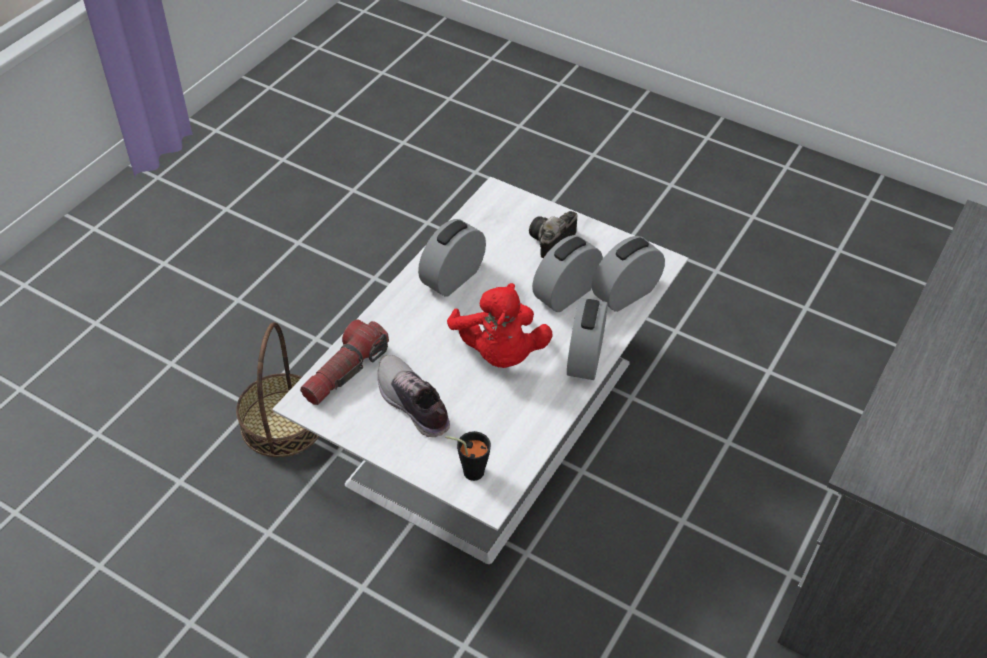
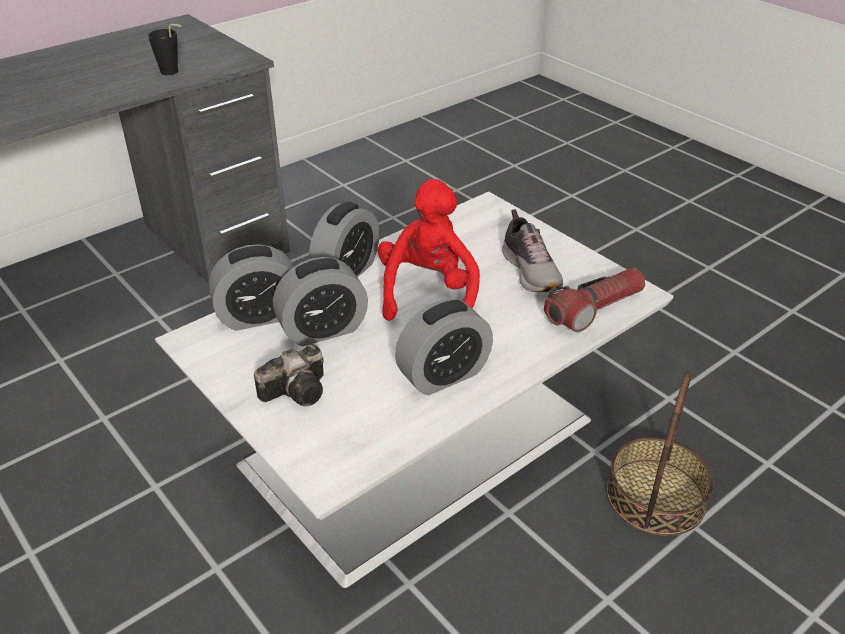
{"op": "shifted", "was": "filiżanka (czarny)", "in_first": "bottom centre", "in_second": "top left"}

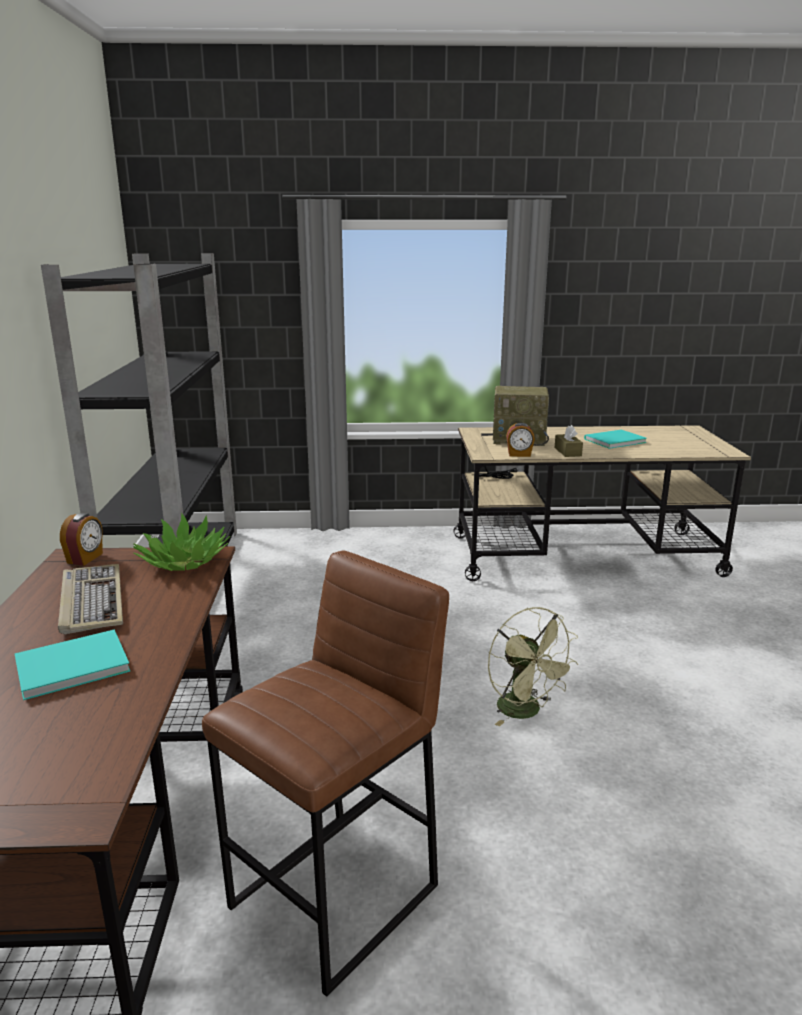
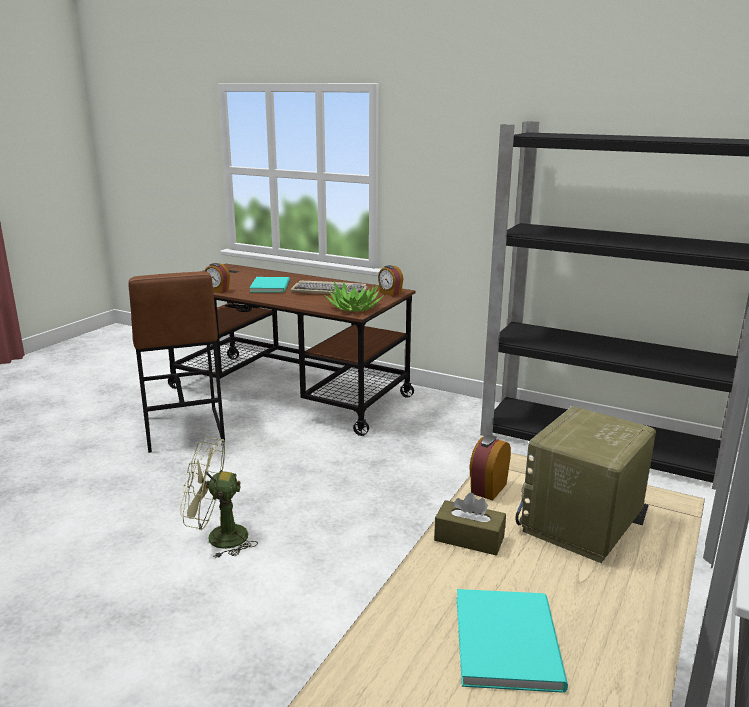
{"op": "new", "now": "budzik (no. 1 from left)", "in_second": "middle left"}

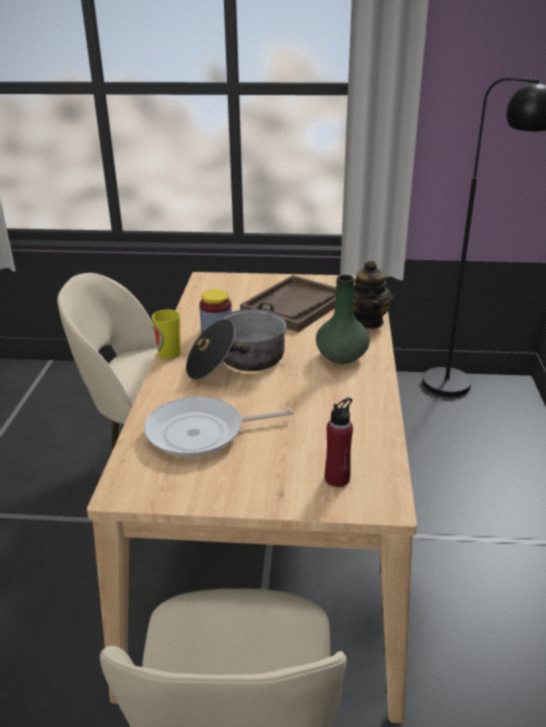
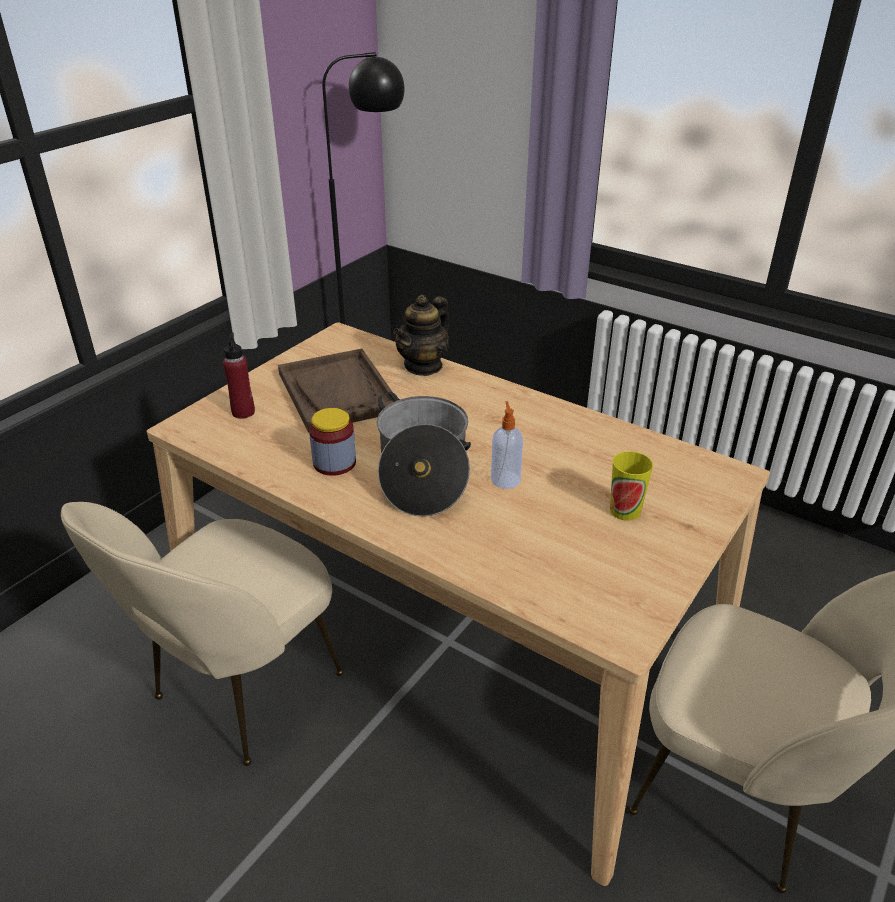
{"op": "gone", "was": "patelnia", "in_first": "centre"}
{"op": "shifted", "was": "filiżanka", "in_first": "middle left", "in_second": "middle right"}
{"op": "gone", "was": "wazon (zielony)", "in_first": "centre"}
{"op": "shifted", "was": "butelka (czerwony)", "in_first": "centre", "in_second": "middle left"}
{"op": "rotated", "was": "imbryk", "in_first": "middle right", "in_second": "centre", "clockwise": 90}
{"op": "new", "now": "dozownik mydła", "in_second": "centre"}

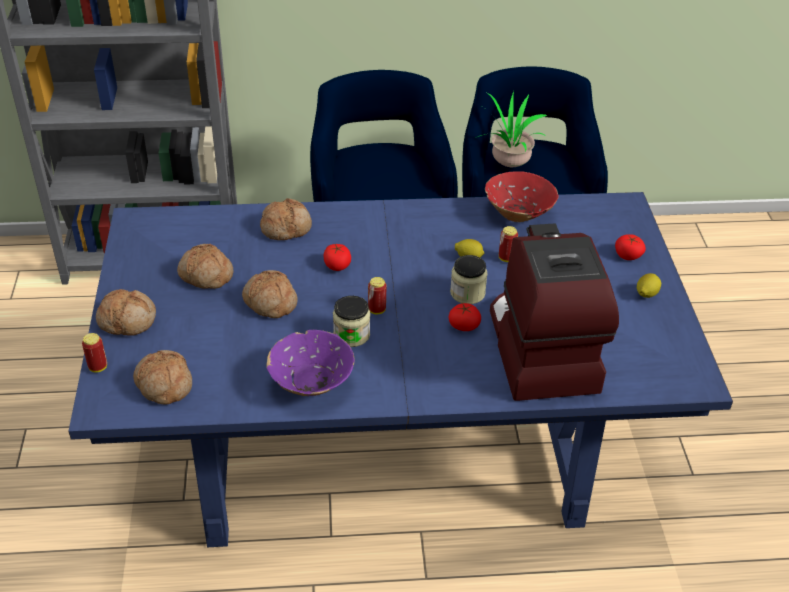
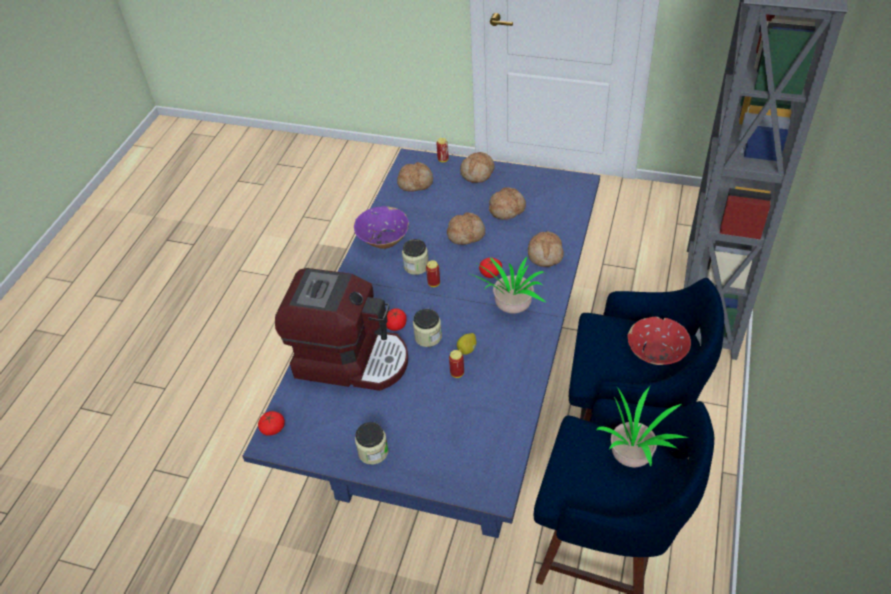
{"op": "shifted", "was": "miska (czerwony)", "in_first": "top centre", "in_second": "middle right"}
{"op": "shifted", "was": "pomidor (no. 3 from left in the first image)", "now": "pomidor (no. 1 from left)", "in_first": "middle right", "in_second": "bottom left"}
{"op": "swapped", "was": "cytryna (no. 2 from left)", "now": "słoik (no. 1 from left)", "in_first": "middle right", "in_second": "bottom centre"}
{"op": "new", "now": "roślina doniczkowa (no. 1 from left)", "in_second": "centre"}

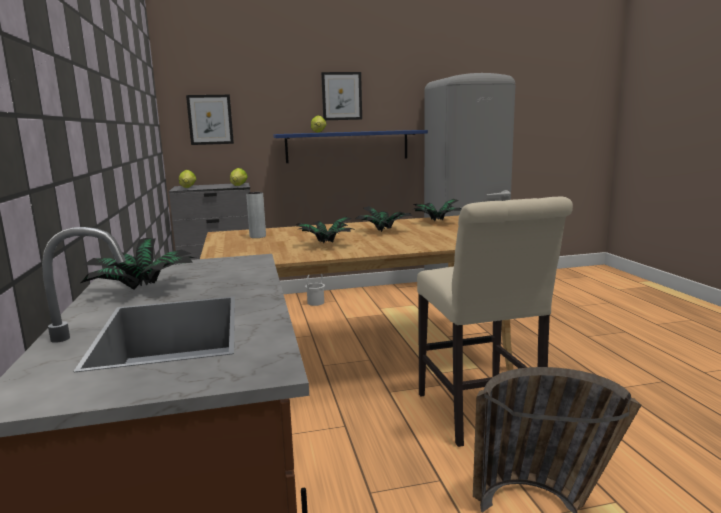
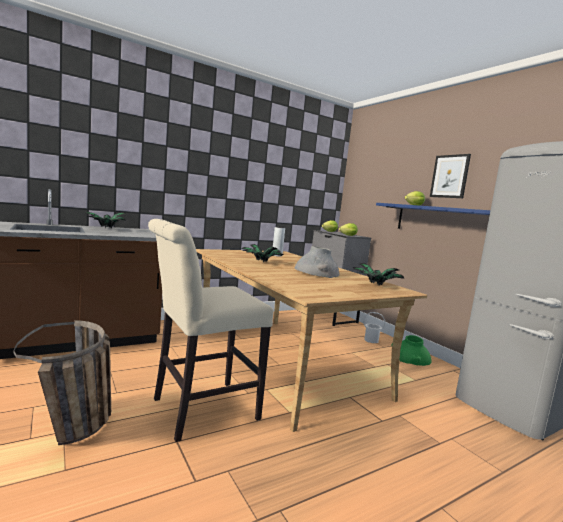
{"op": "gone", "was": "obraz (no. 1 from left)", "in_first": "top left"}
{"op": "swapped", "was": "roślina doniczkowa (no. 3 from left)", "now": "wazon (szary) (no. 2 from left)", "in_first": "centre", "in_second": "centre"}
{"op": "new", "now": "wazon (zielony)", "in_second": "bottom right"}

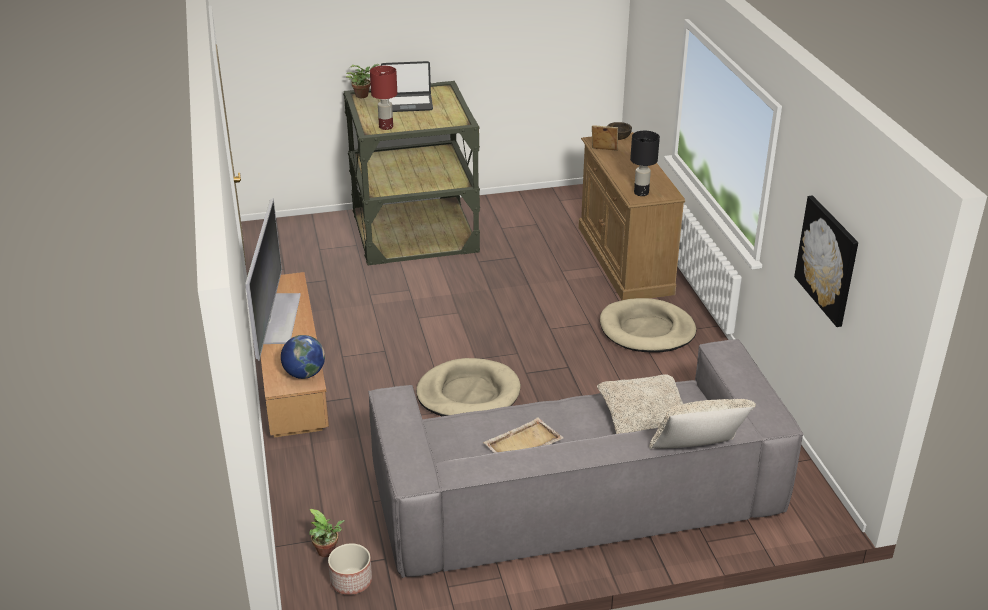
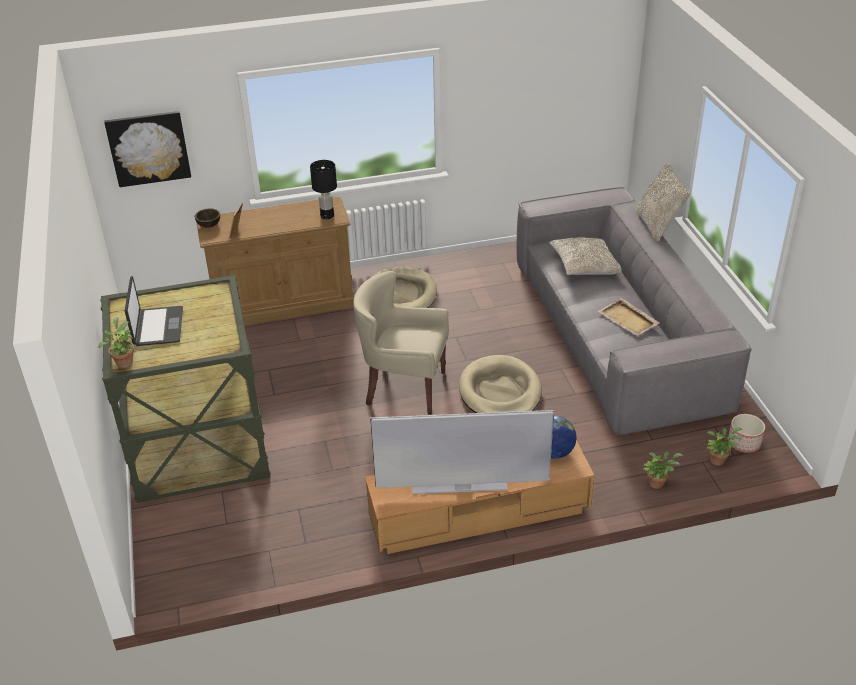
{"op": "gone", "was": "lampa stołowa (czerwony)", "in_first": "top centre"}
{"op": "shifted", "was": "obraz", "in_first": "middle right", "in_second": "top left"}
{"op": "new", "now": "fotel (beżowy)", "in_second": "centre"}
{"op": "new", "now": "roślina doniczkowa (no. 2 from left)", "in_second": "bottom right"}

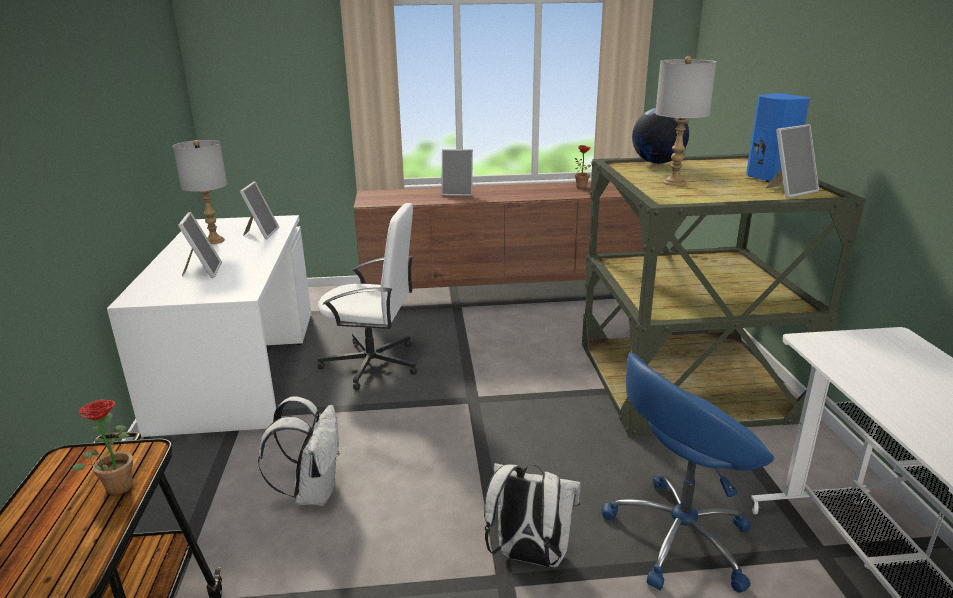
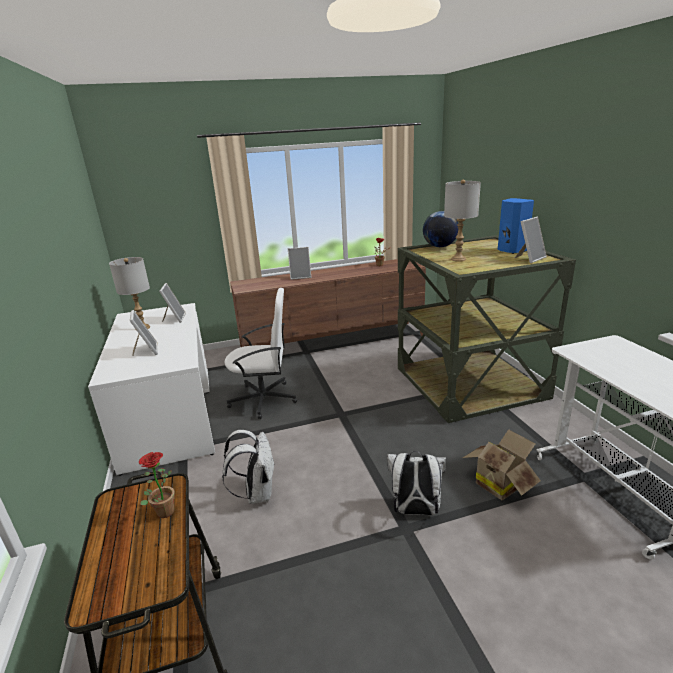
{"op": "swapped", "was": "krzesło biurowe (niebieski)", "now": "karton", "in_first": "bottom right", "in_second": "bottom right"}

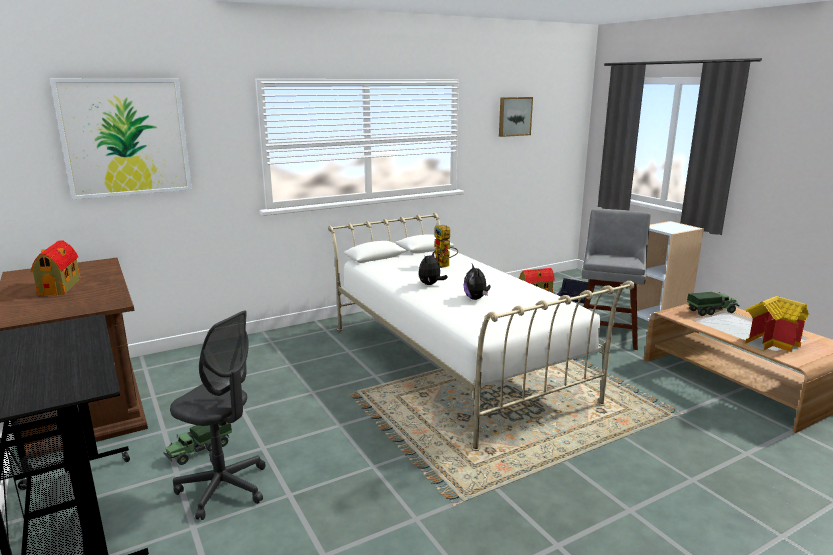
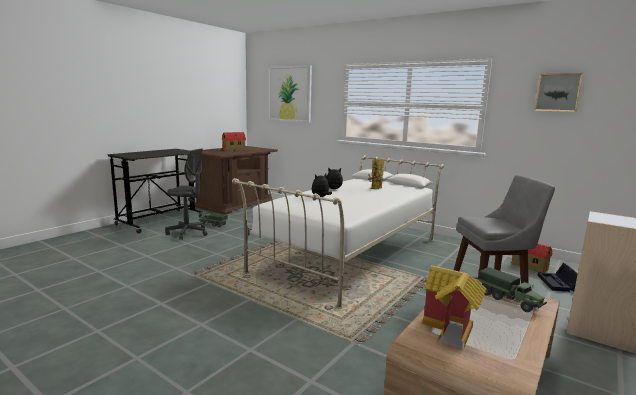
{"op": "rotated", "was": "krzesło biurowe (szary)", "in_first": "bottom left", "in_second": "middle left", "clockwise": -75}

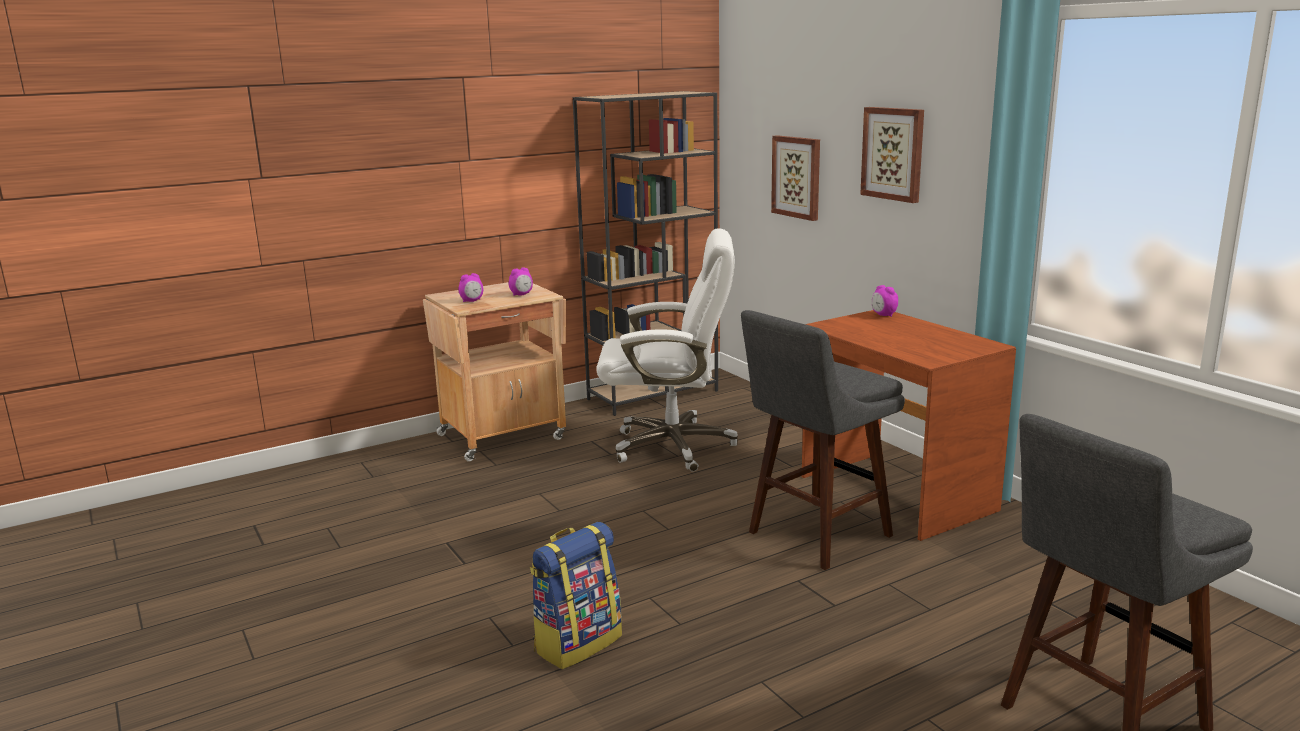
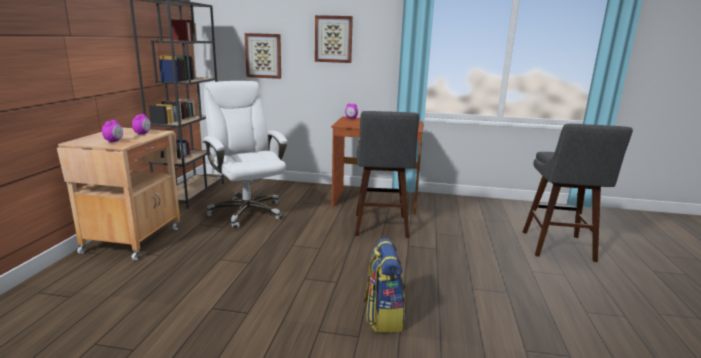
{"op": "rotated", "was": "krzesło biurowe (biały)", "in_first": "centre", "in_second": "centre", "clockwise": -75}

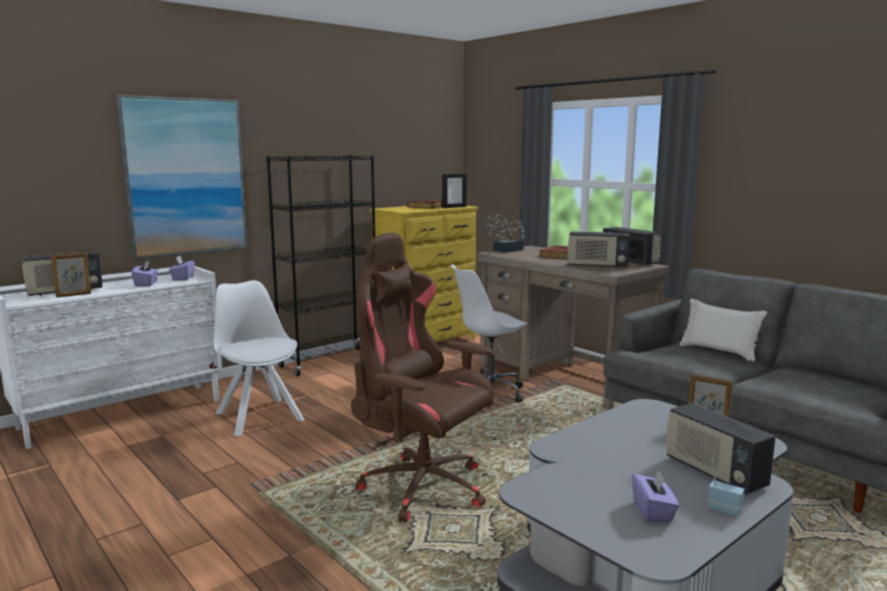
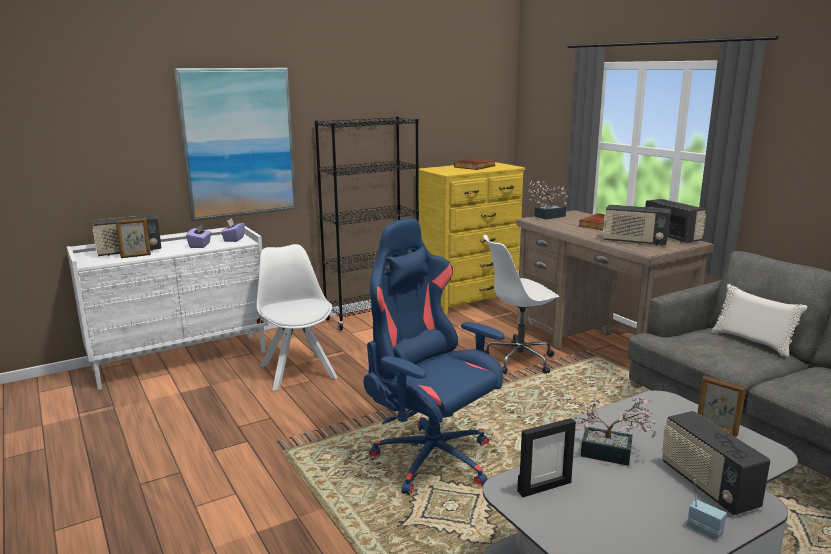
{"op": "repainted", "was": "krzesło biurowe (brązowy)", "now": "krzesło biurowe (niebieski)", "in_first": "centre", "in_second": "centre"}
{"op": "shifted", "was": "ramka na zdjęcie (no. 2 from left)", "in_first": "top centre", "in_second": "bottom centre"}
{"op": "gone", "was": "pudełko chusteczek (fioletowy) (no. 3 from left)", "in_first": "bottom right"}
{"op": "new", "now": "roślina doniczkowa (no. 2 from left)", "in_second": "bottom right"}

